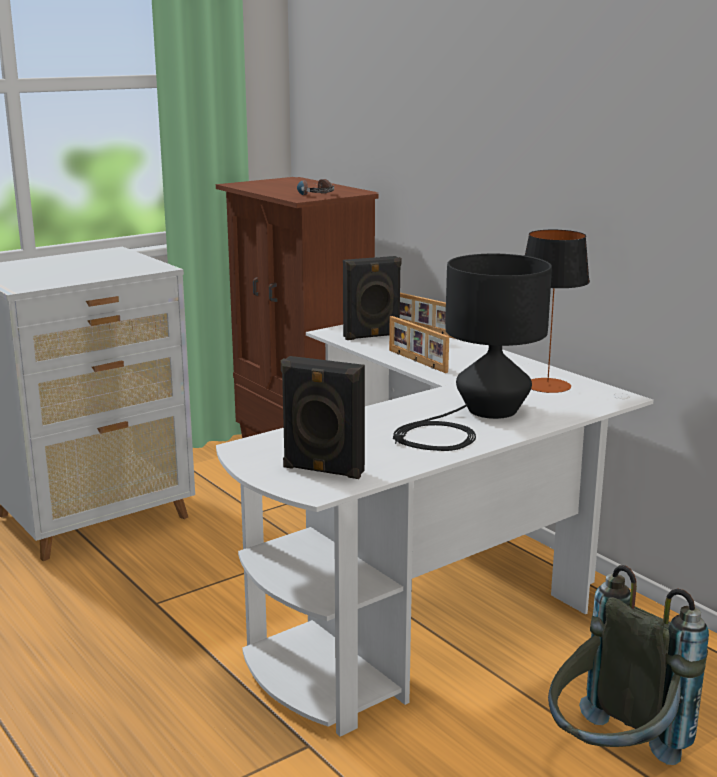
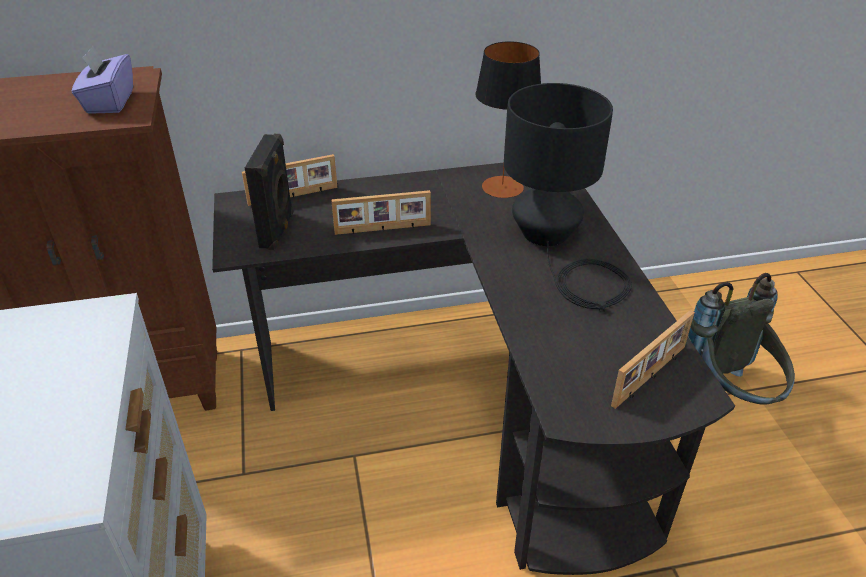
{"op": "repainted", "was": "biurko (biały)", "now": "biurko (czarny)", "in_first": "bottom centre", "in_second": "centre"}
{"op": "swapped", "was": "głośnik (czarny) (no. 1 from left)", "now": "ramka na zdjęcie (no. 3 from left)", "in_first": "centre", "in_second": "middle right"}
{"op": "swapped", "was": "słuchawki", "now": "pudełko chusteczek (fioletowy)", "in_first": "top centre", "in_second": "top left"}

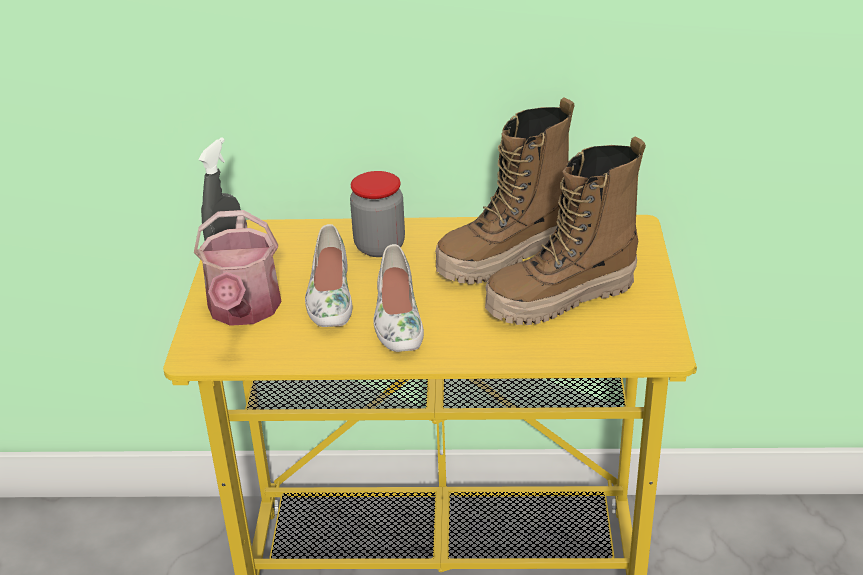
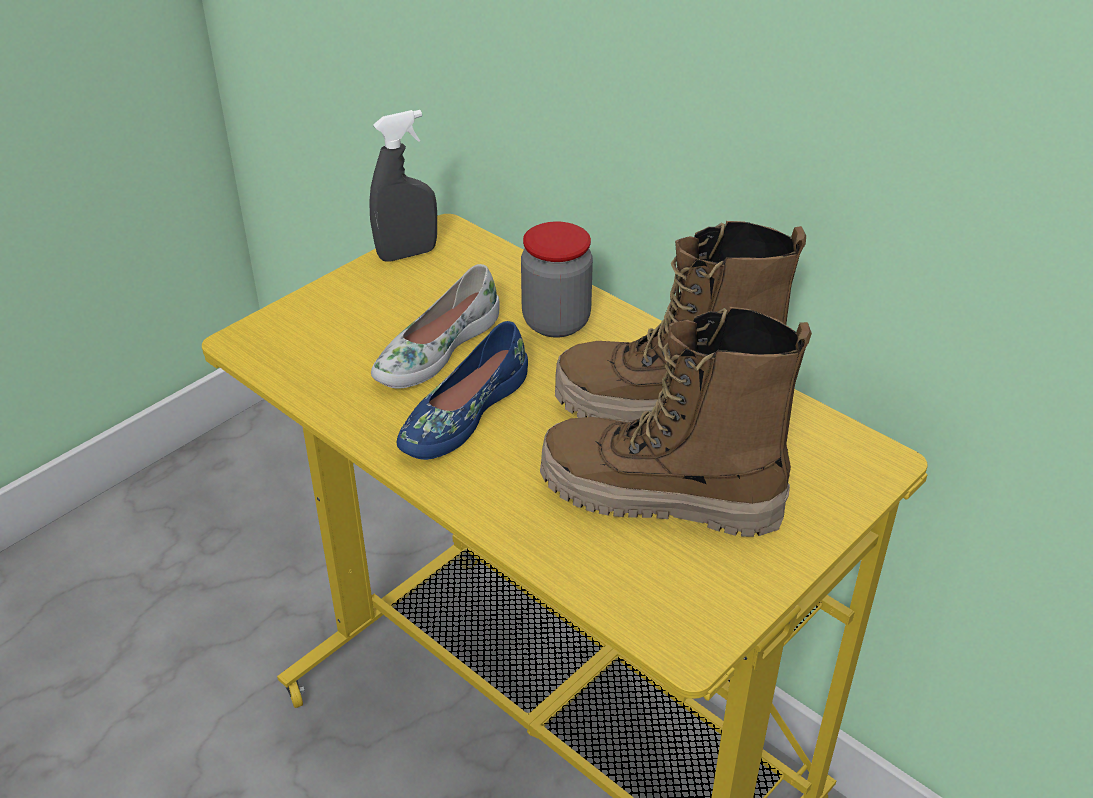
{"op": "gone", "was": "konewka", "in_first": "middle left"}
{"op": "repainted", "was": "but (biały) (no. 2 from left)", "now": "but (niebieski)", "in_first": "centre", "in_second": "centre"}

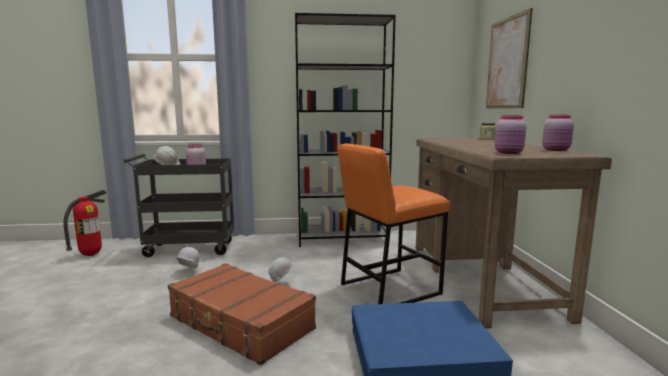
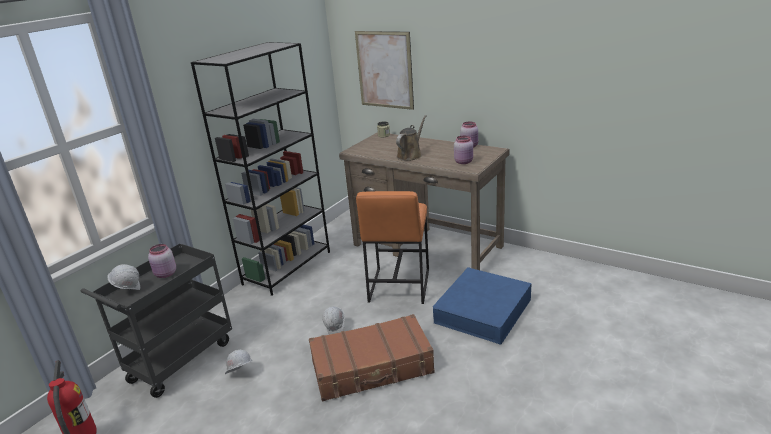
{"op": "new", "now": "konewka (brązowy)", "in_second": "top centre"}

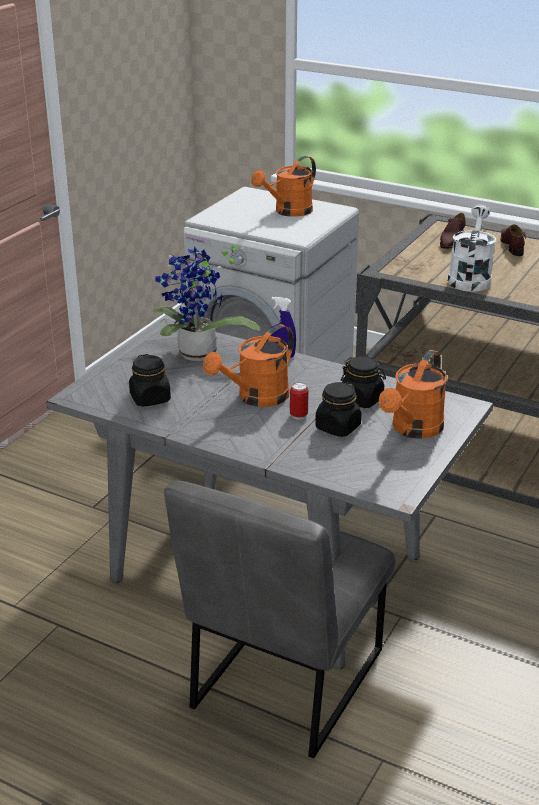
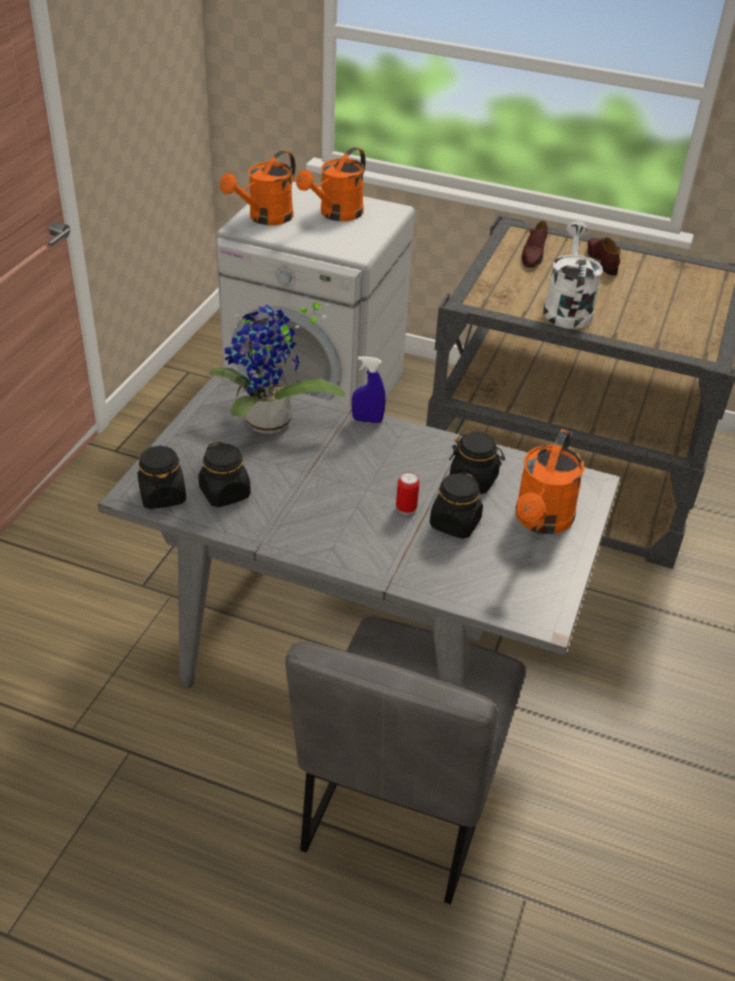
{"op": "shifted", "was": "konewka (pomarańczowy) (no. 1 from left)", "in_first": "centre", "in_second": "top centre"}
{"op": "new", "now": "słoik (czarny) (no. 1 from left)", "in_second": "middle left"}

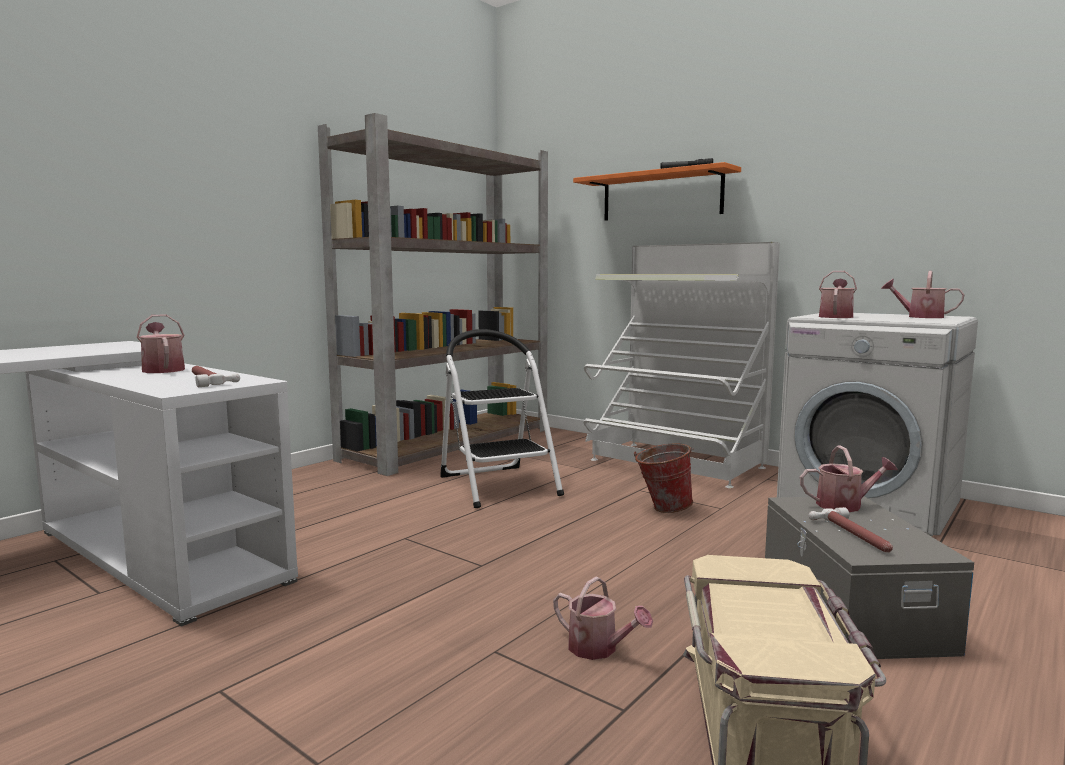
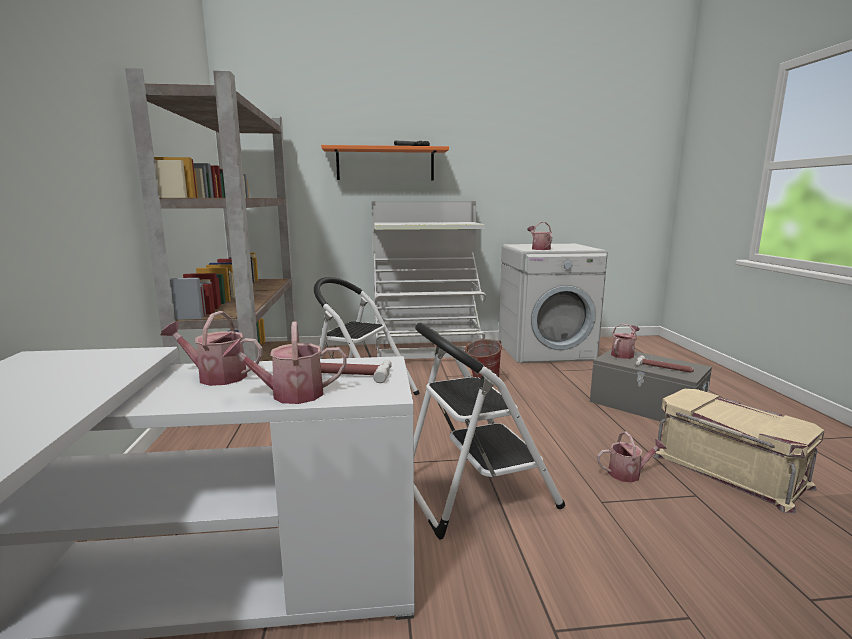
{"op": "shifted", "was": "konewka (no. 5 from left in the first image)", "now": "konewka (no. 2 from left)", "in_first": "middle right", "in_second": "centre"}
{"op": "new", "now": "drabinka (no. 2 from left)", "in_second": "bottom centre"}

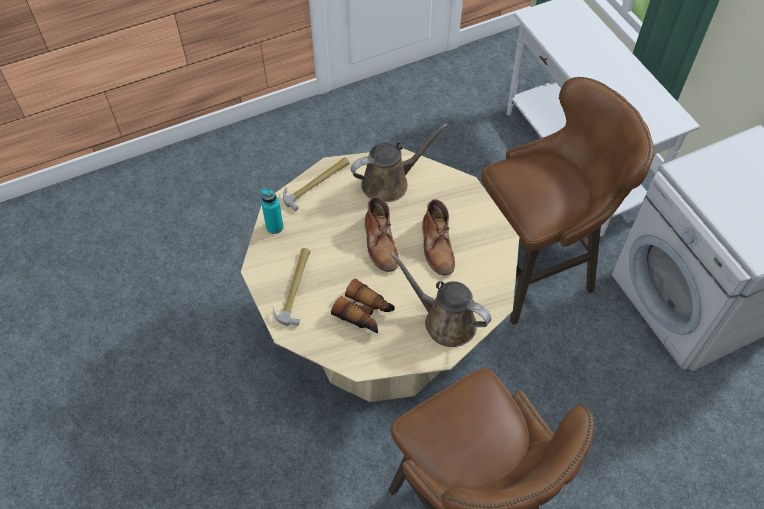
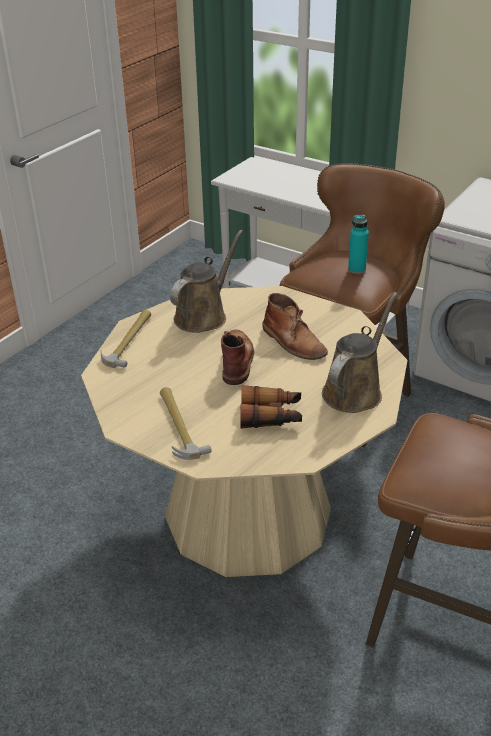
{"op": "shifted", "was": "butelka (turkusowy)", "in_first": "centre", "in_second": "top right"}
{"op": "rotated", "was": "but z cholewką (brązowy) (no. 1 from left)", "in_first": "centre", "in_second": "centre", "clockwise": -135}
{"op": "rotated", "was": "konewka (brązowy) (no. 2 from left)", "in_first": "centre", "in_second": "middle right", "clockwise": 120}

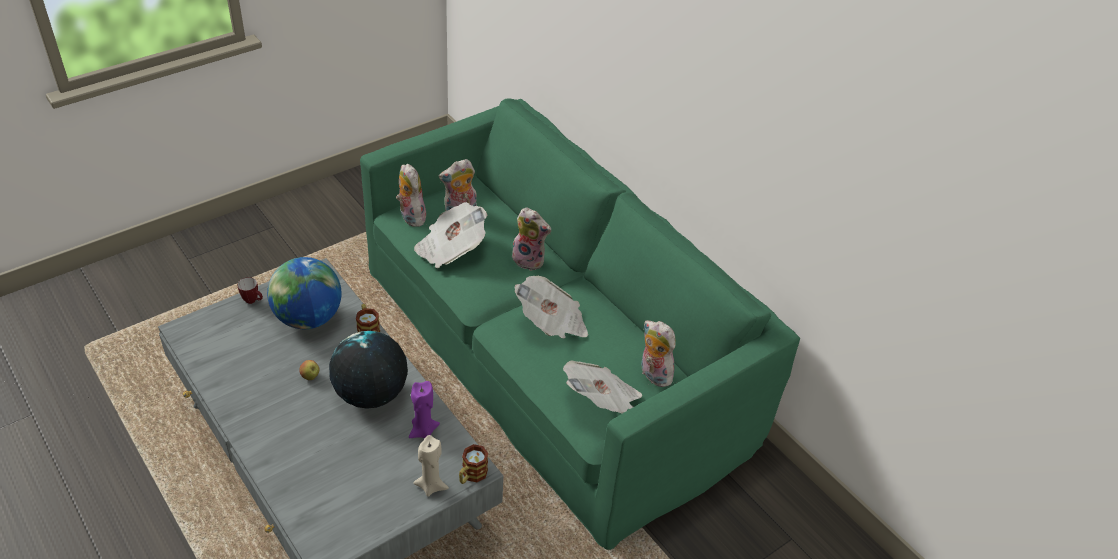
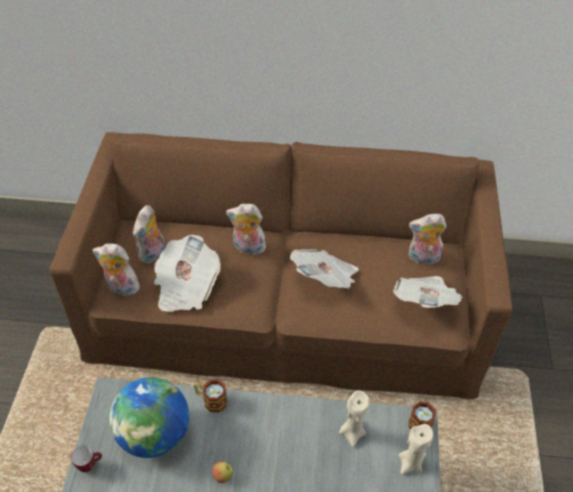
{"op": "gone", "was": "globus (no. 2 from left)", "in_first": "middle left"}
{"op": "repainted", "was": "kanapa (zielony)", "now": "kanapa (brązowy)", "in_first": "centre", "in_second": "centre"}
{"op": "repainted", "was": "świeca (fioletowy)", "now": "świeca (beżowy) (no. 1 from left)", "in_first": "bottom centre", "in_second": "bottom centre"}
{"op": "rotated", "was": "pluszak (no. 3 from left)", "in_first": "centre", "in_second": "centre", "clockwise": -150}

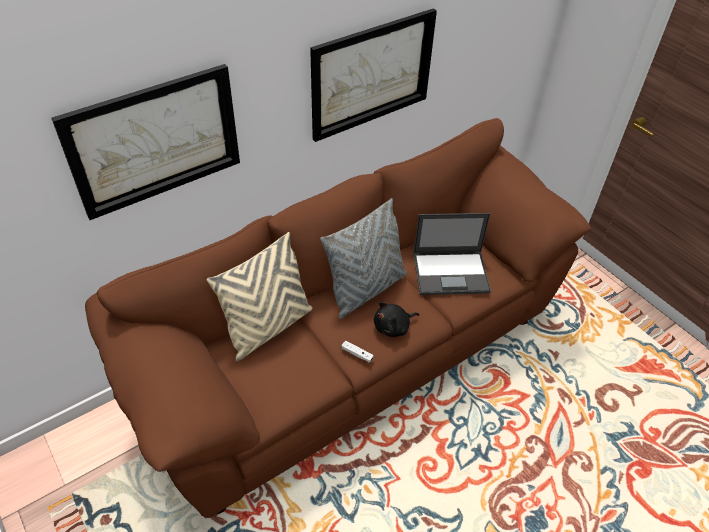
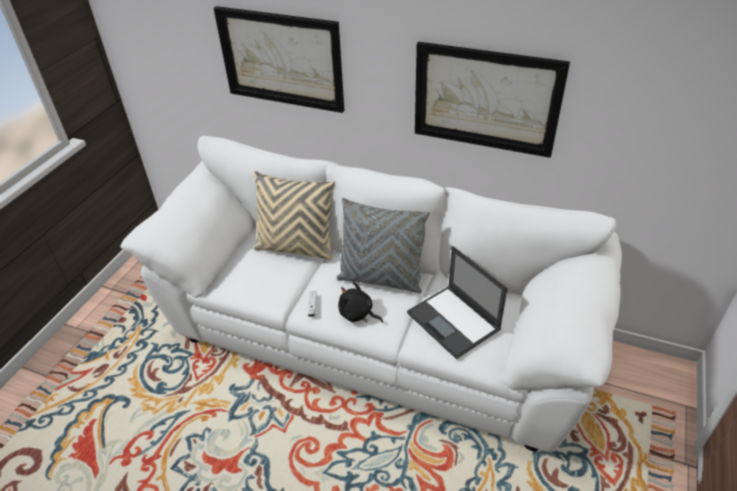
{"op": "repainted", "was": "kanapa (brązowy)", "now": "kanapa (biały)", "in_first": "centre", "in_second": "centre"}

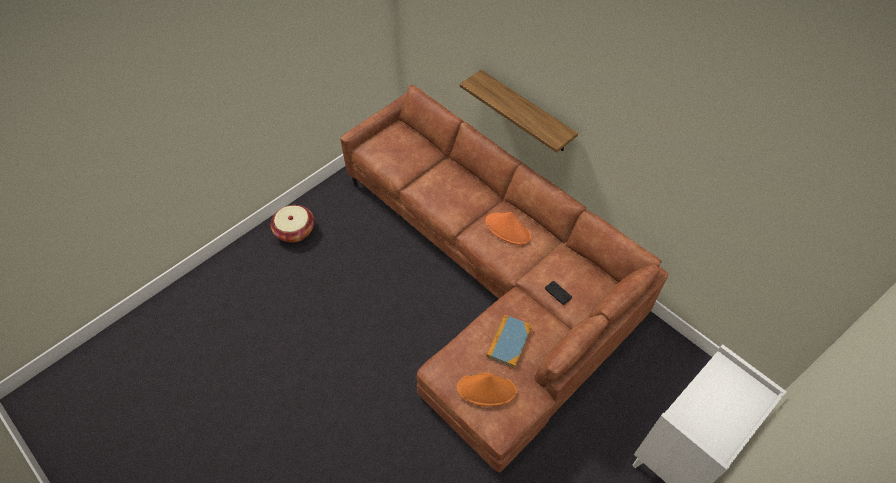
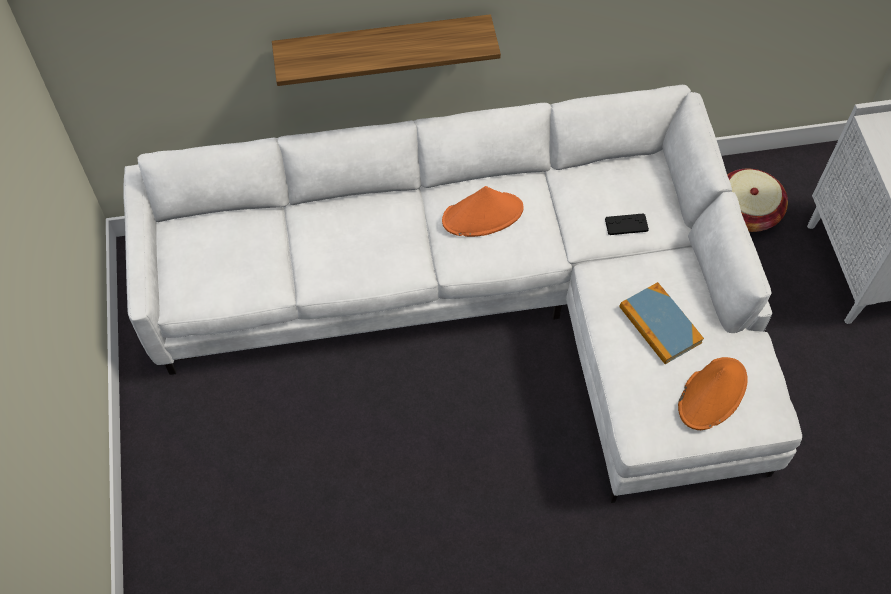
{"op": "shifted", "was": "koszyk", "in_first": "middle left", "in_second": "middle right"}
{"op": "repainted", "was": "kanapa (brązowy)", "now": "kanapa (biały)", "in_first": "centre", "in_second": "centre"}

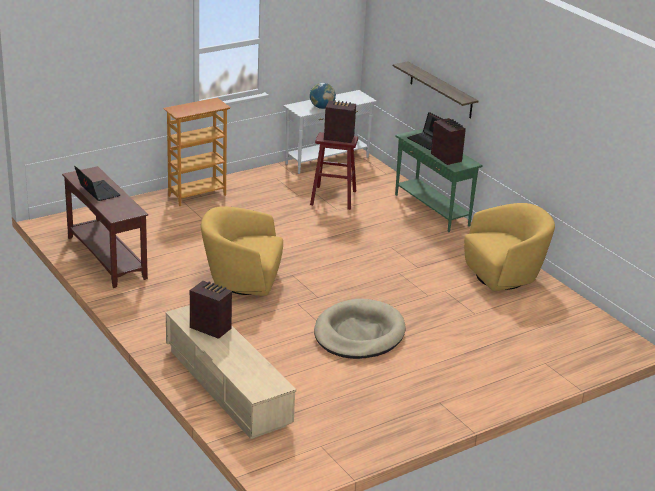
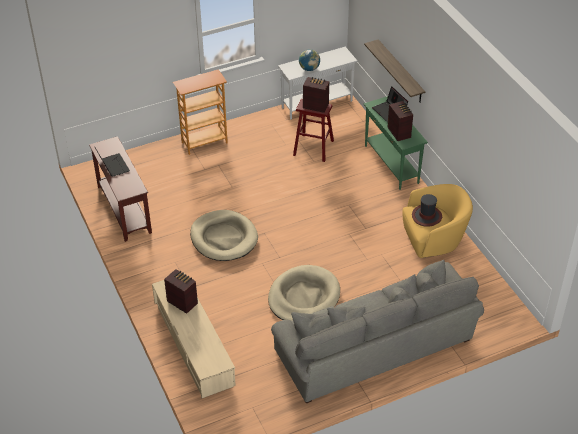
{"op": "swapped", "was": "fotel (żółty) (no. 1 from left)", "now": "legowisko (beżowy) (no. 1 from left)", "in_first": "centre", "in_second": "centre"}
{"op": "new", "now": "kanapa (szary)", "in_second": "bottom centre"}
{"op": "new", "now": "kapelusz", "in_second": "middle right"}

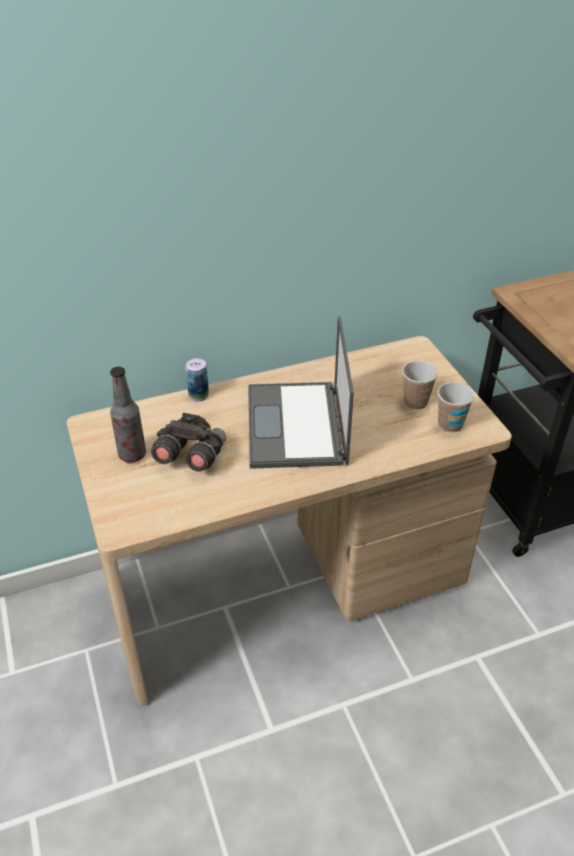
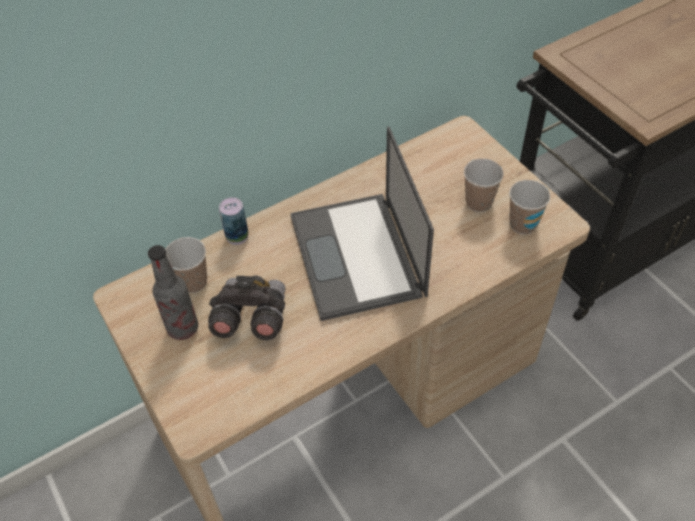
{"op": "new", "now": "filiżanka (no. 1 from left)", "in_second": "middle left"}

